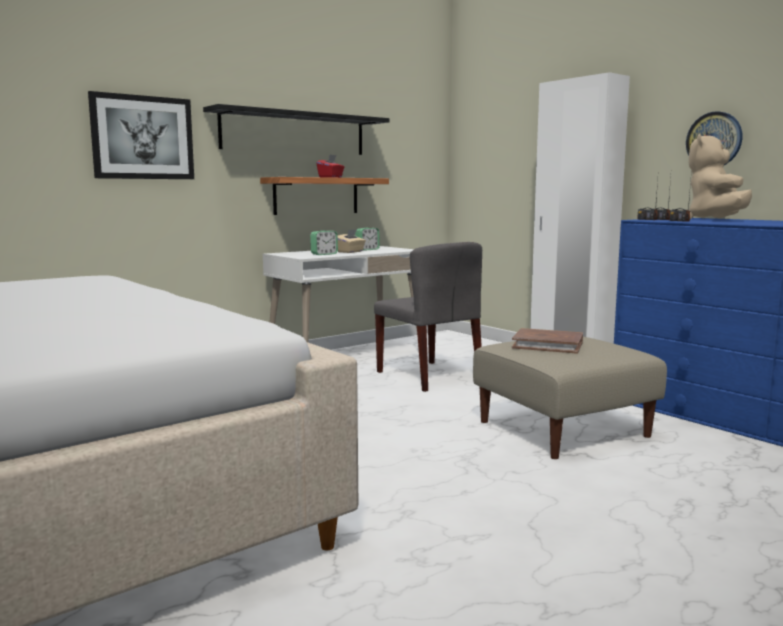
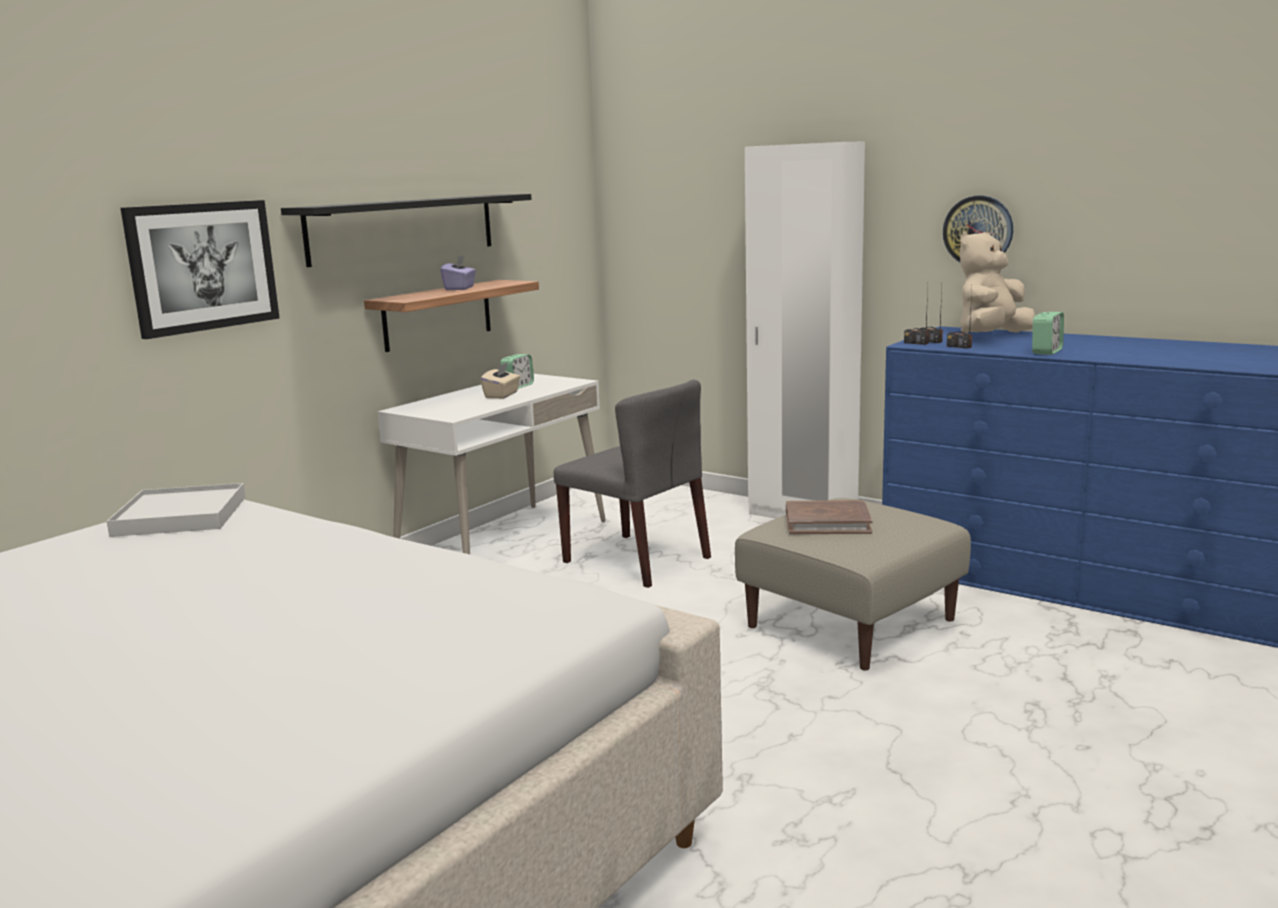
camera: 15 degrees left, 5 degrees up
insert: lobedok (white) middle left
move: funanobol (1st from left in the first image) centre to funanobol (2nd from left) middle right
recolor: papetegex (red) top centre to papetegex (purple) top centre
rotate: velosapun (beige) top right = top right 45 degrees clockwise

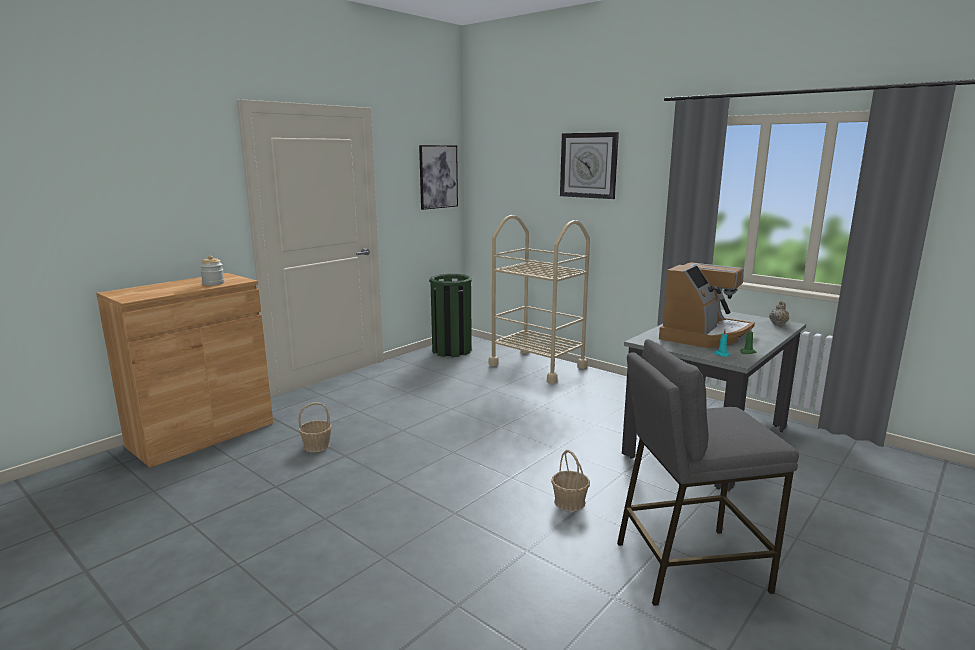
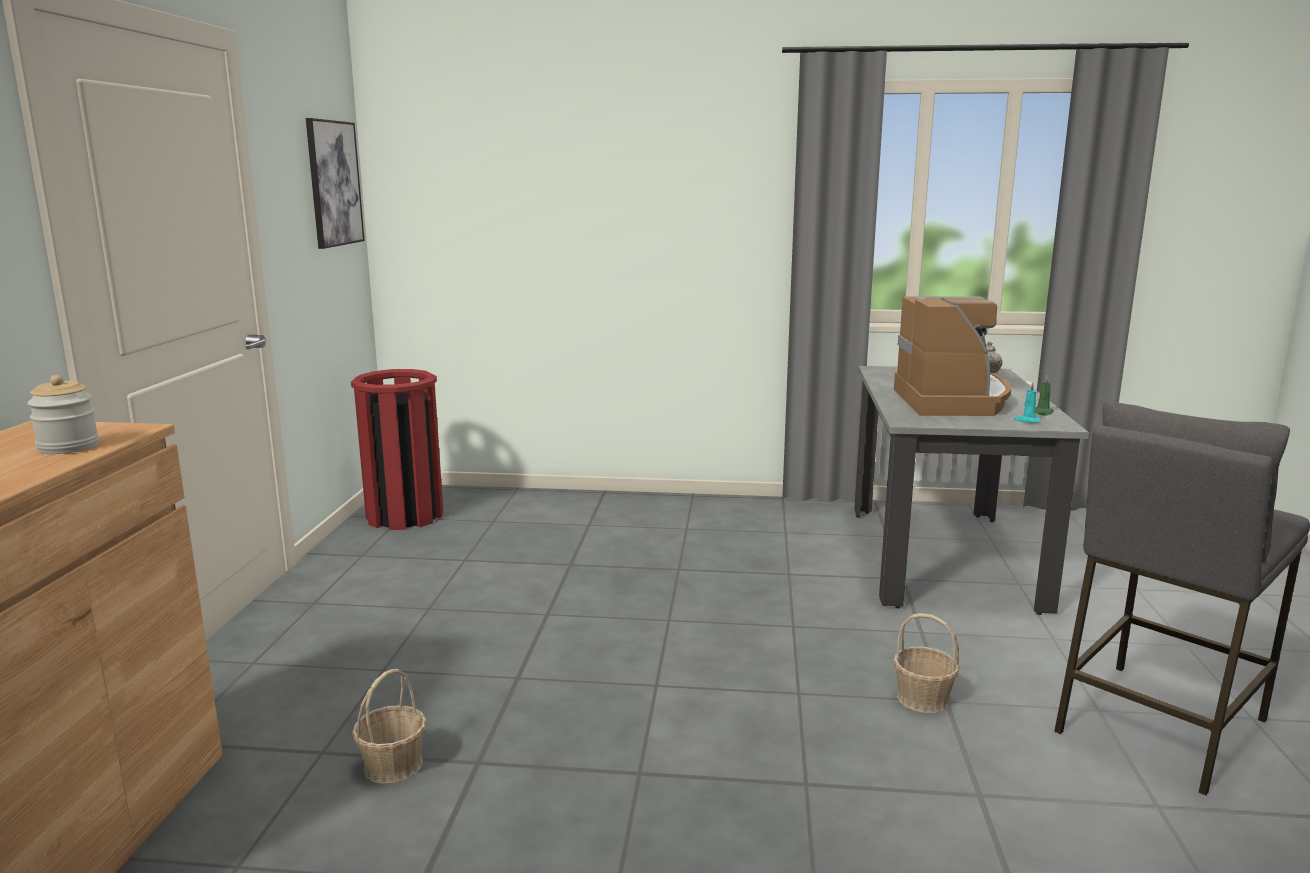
camera: 35 degrees left, 0 degrees up
delete: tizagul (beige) centre; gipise top centre
recolor: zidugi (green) centre to zidugi (red) middle left

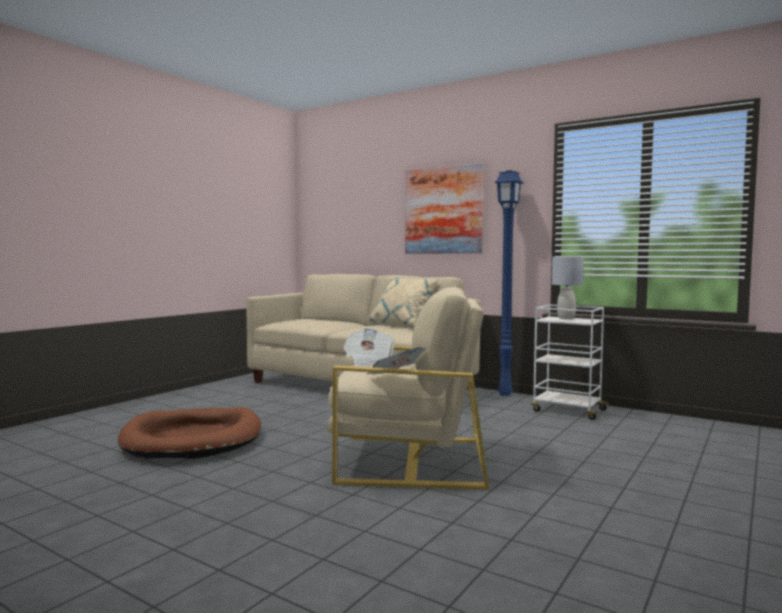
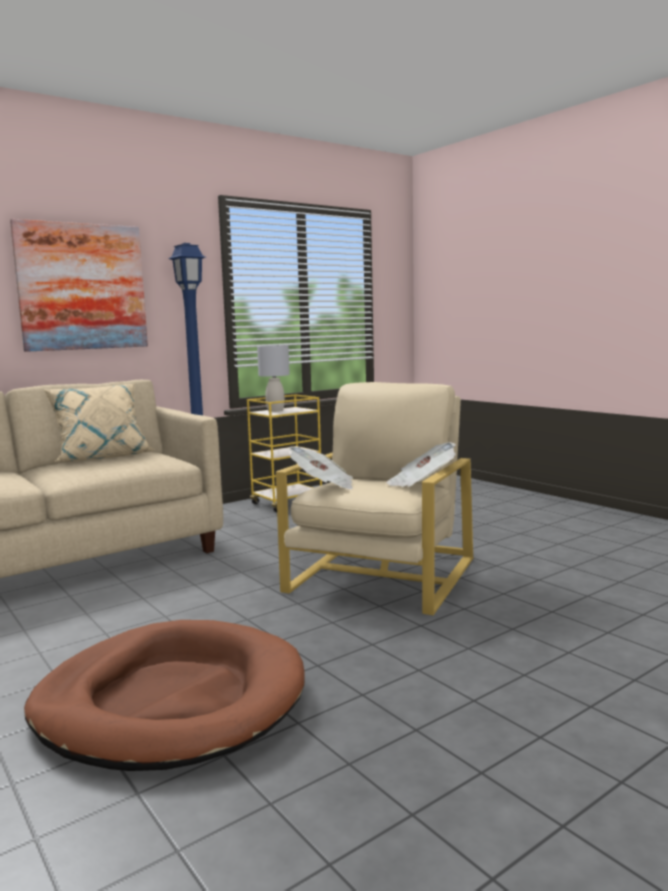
camera: 70 degrees left, 5 degrees up
recolor: tizagul (white) middle right to tizagul (yellow) centre

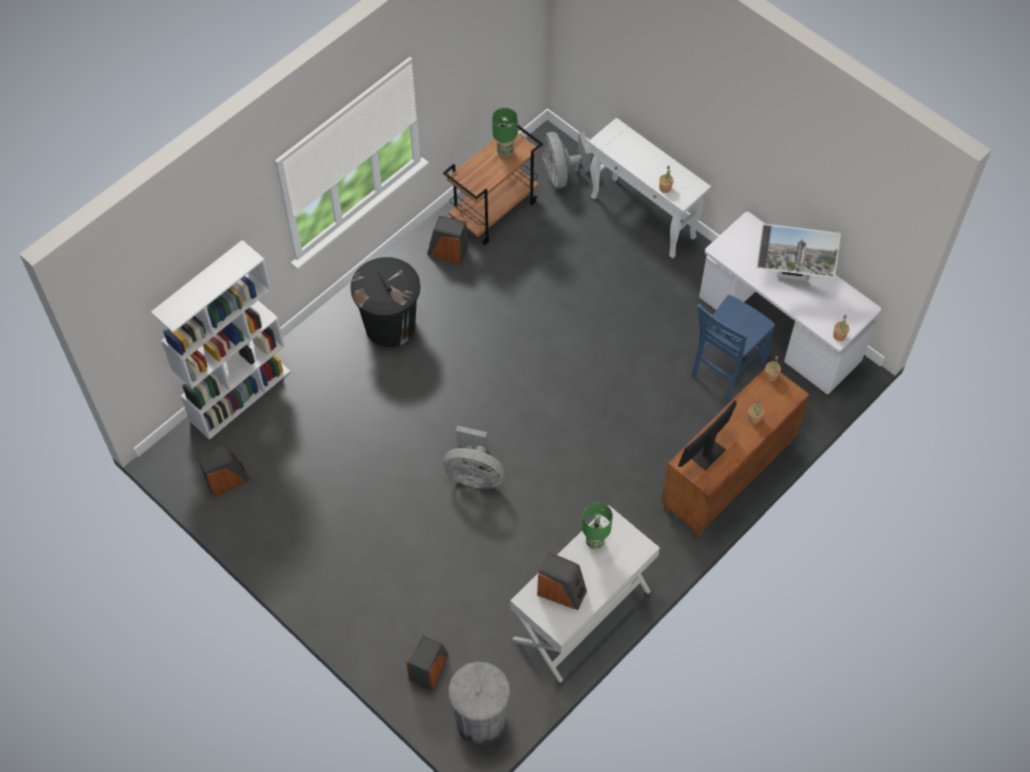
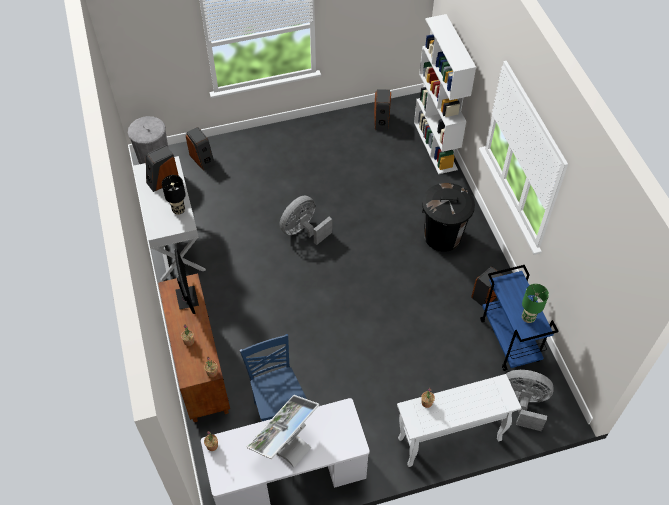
camera: 120 degrees right, 5 degrees down
recolor: tizagul (brown) top centre to tizagul (blue) middle right; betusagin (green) (2nd from left) bottom centre to betusagin (black) middle left

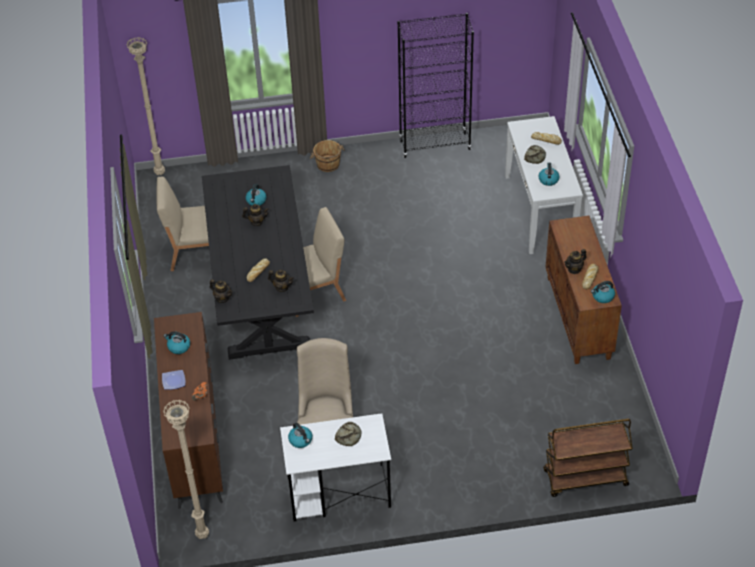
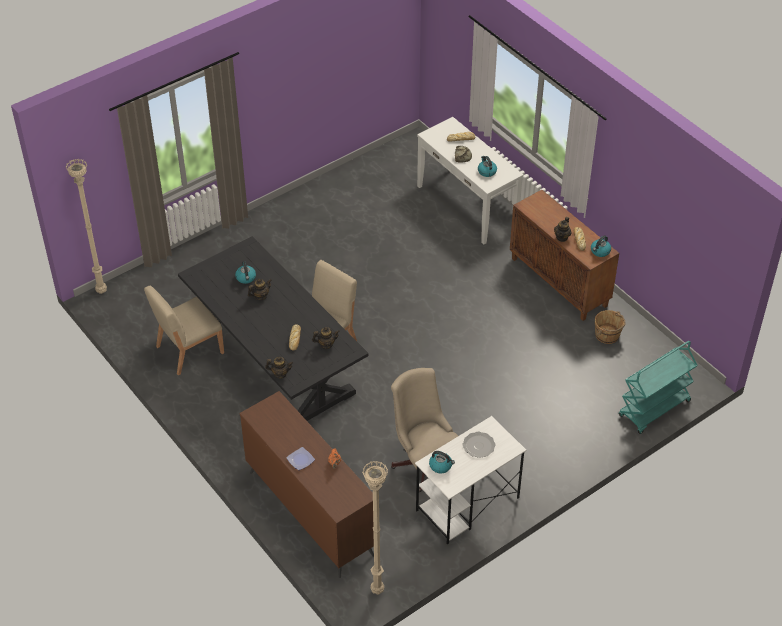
camera: 30 degrees left, 0 degrees up
delete: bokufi (1st from left) middle left; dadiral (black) top centre
move: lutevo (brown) top centre to middle right
replace: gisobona (2nd from left) bottom centre to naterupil (2nd from left) bottom centre
recolor: tizagul (brown) bottom right to tizagul (turquoise) middle right

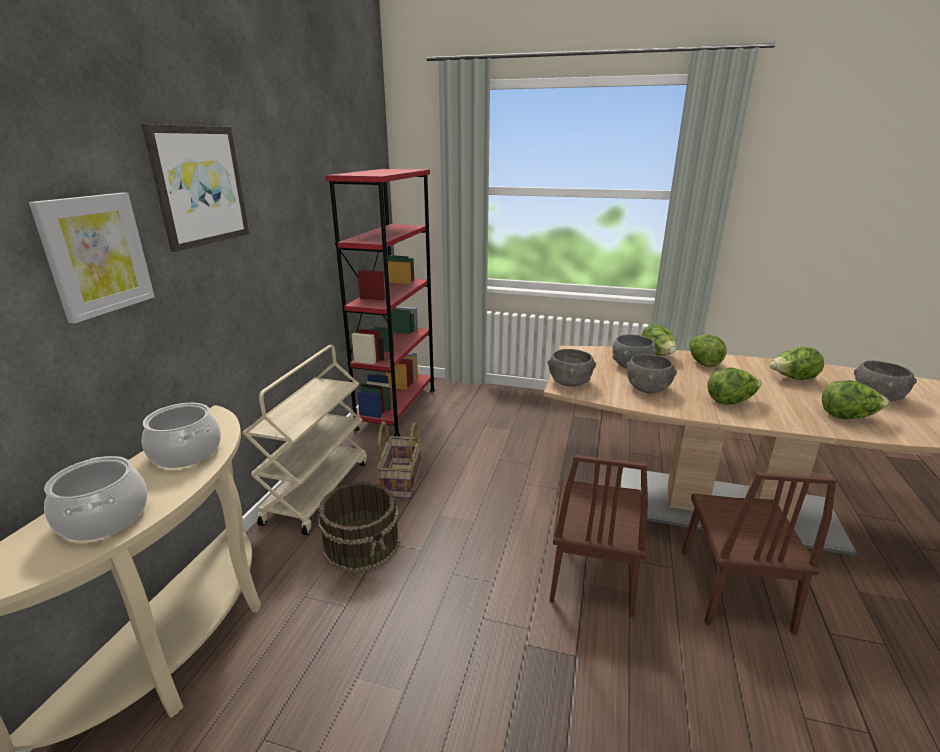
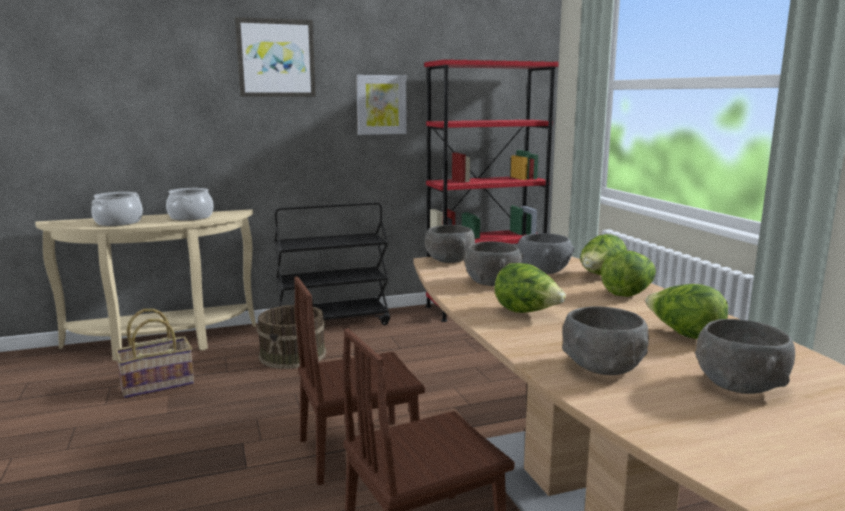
camera: 55 degrees right, 10 degrees down
move: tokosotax (1st from left in the first image) middle left to tokosotax (2nd from left) top centre; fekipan centre to bottom left
replace: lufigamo (5th from left) middle right to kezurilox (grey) (4th from left) middle right
recolor: tizagul (beige) middle left to tizagul (black) centre

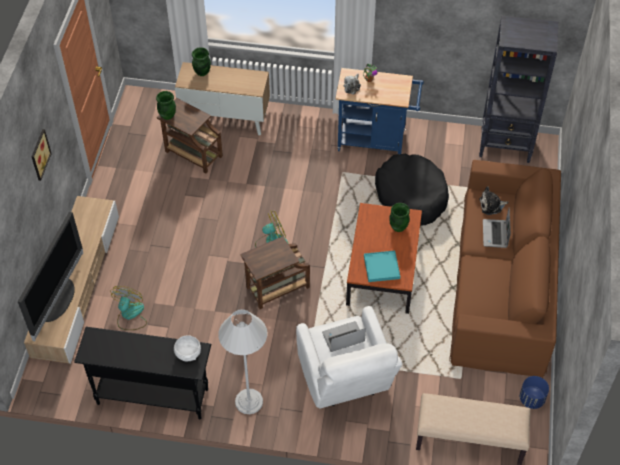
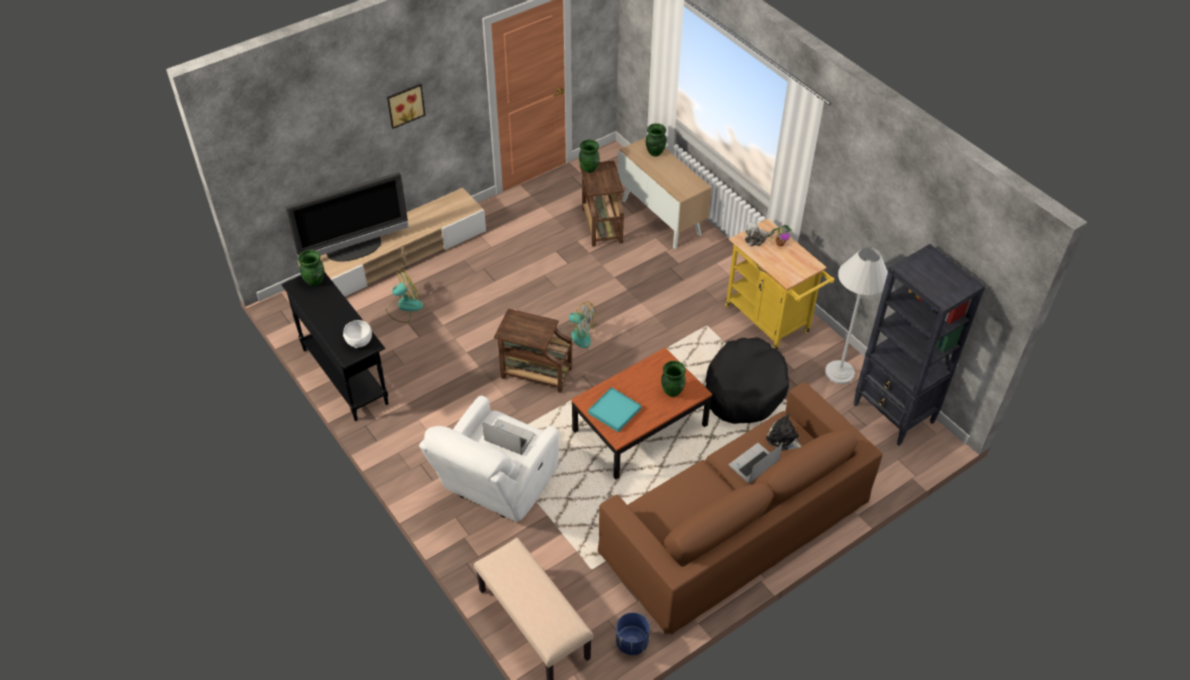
camera: 45 degrees right, 5 degrees down
insert: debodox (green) (1st from left) middle left
move: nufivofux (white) bottom centre to middle right
recolor: tizagul (blue) top centre to tizagul (yellow) centre

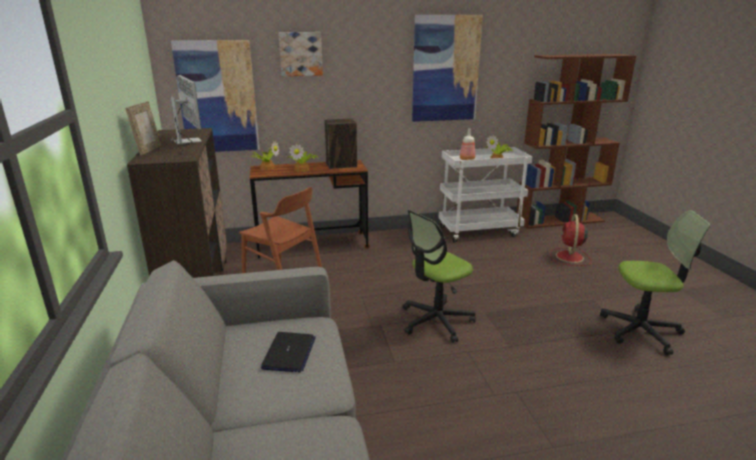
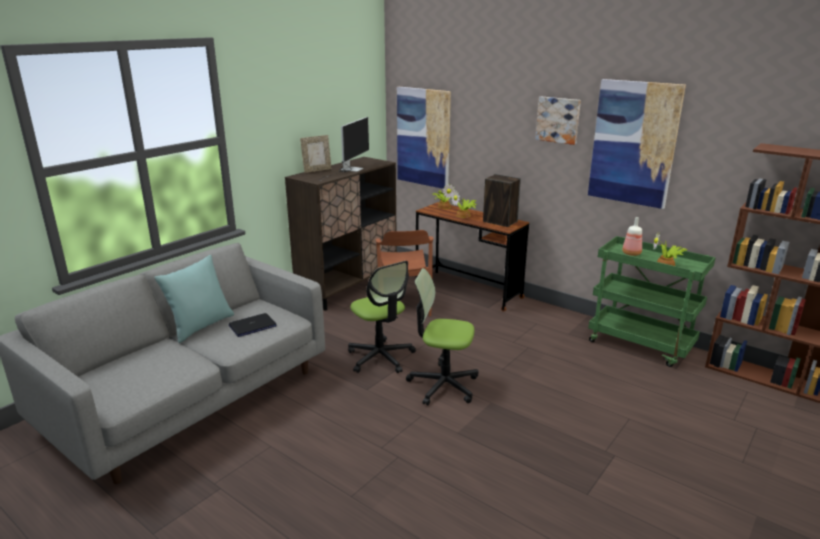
camera: 50 degrees right, 0 degrees up
delete: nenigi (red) middle right
insert: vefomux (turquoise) middle left
move: tokosotax (2nd from left) top centre to top right; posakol (2nd from left in the first image) middle right to posakol (1st from left) centre
recolor: tizagul (white) centre to tizagul (green) middle right

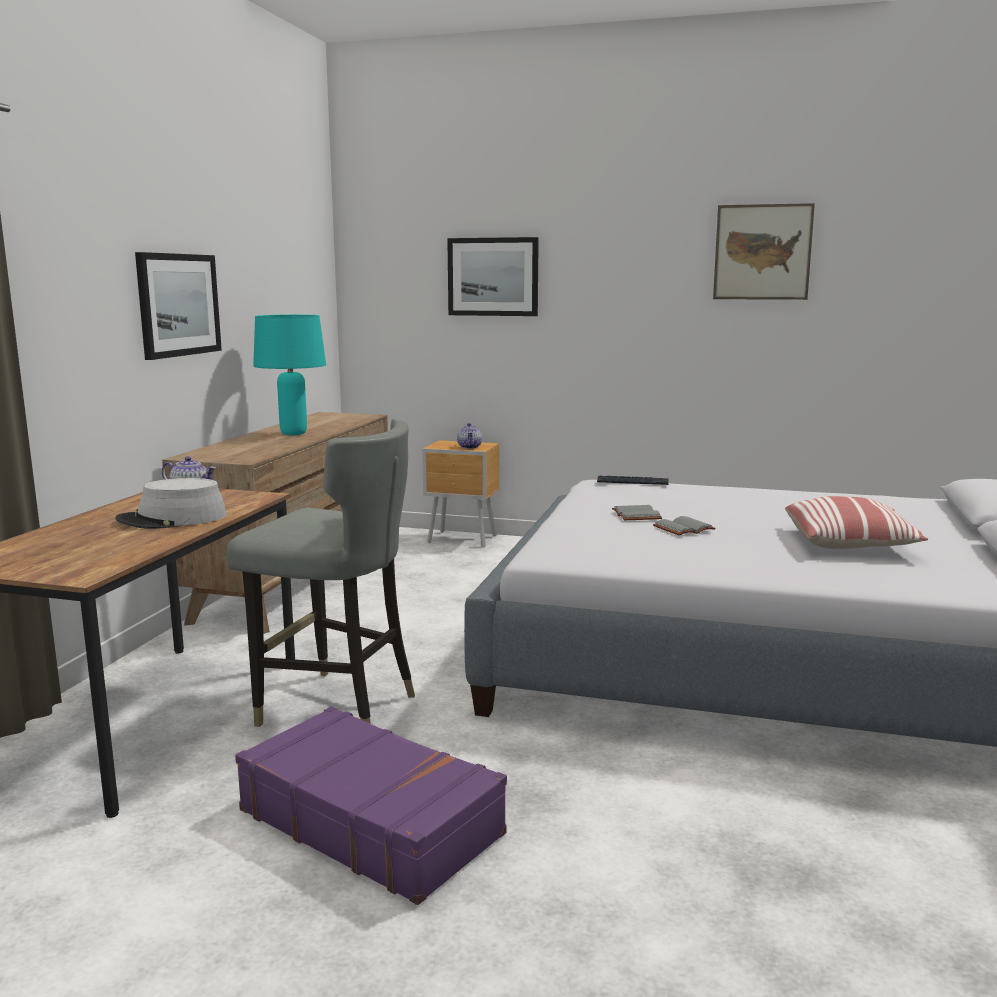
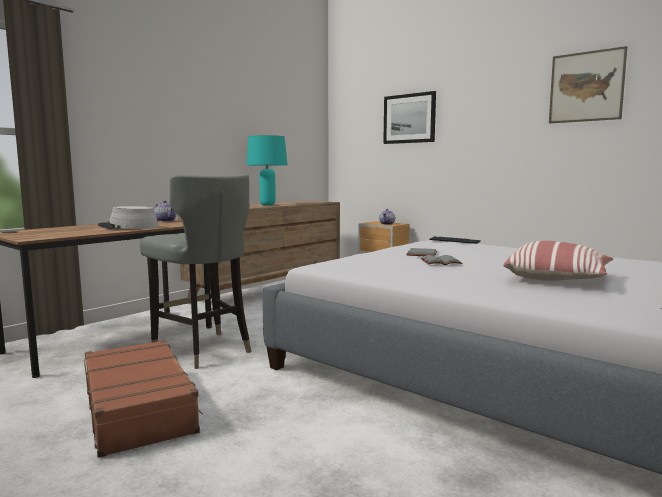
camera: 25 degrees right, 5 degrees down
delete: tokosotax (1st from left) top left
recolor: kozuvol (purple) bottom centre to kozuvol (brown) bottom left

